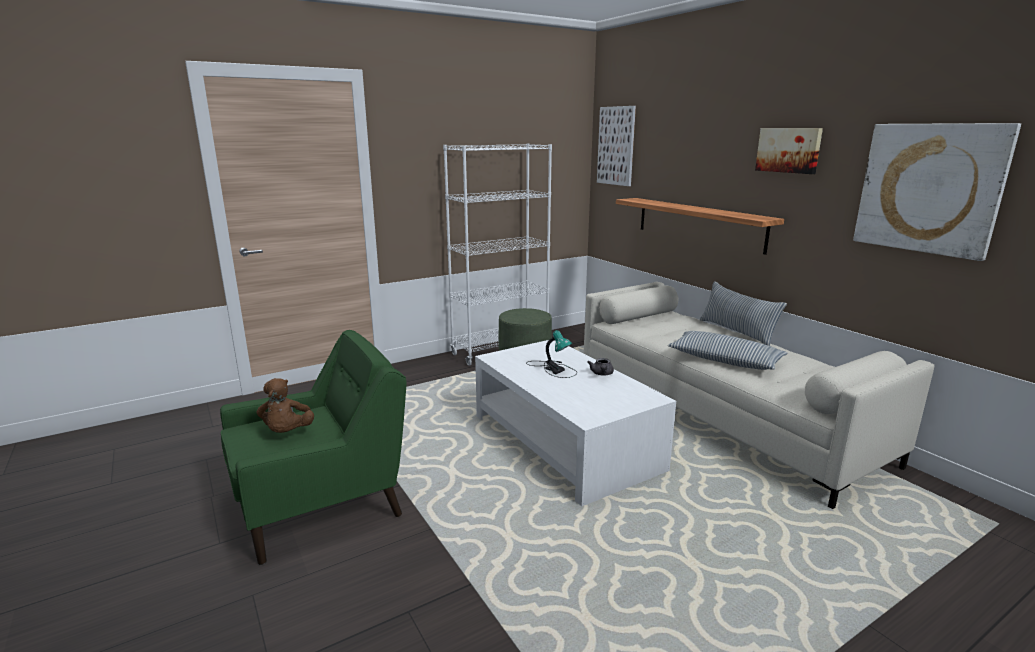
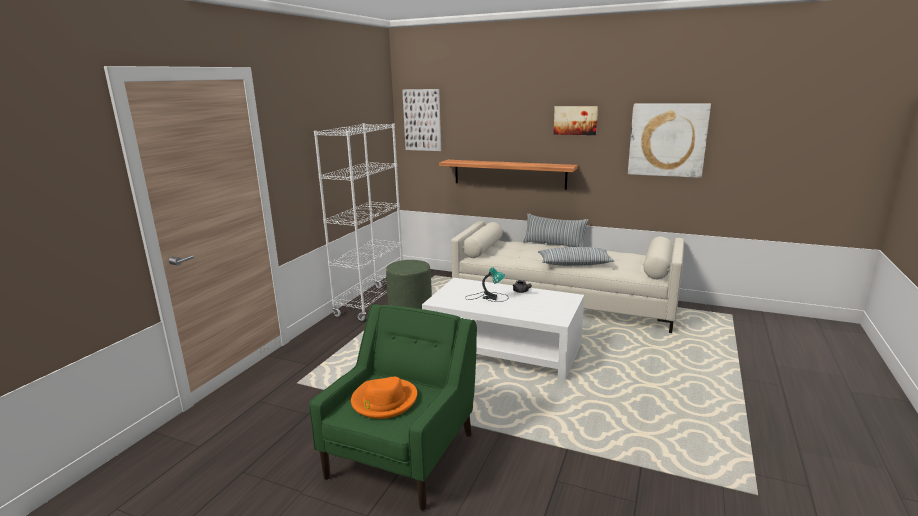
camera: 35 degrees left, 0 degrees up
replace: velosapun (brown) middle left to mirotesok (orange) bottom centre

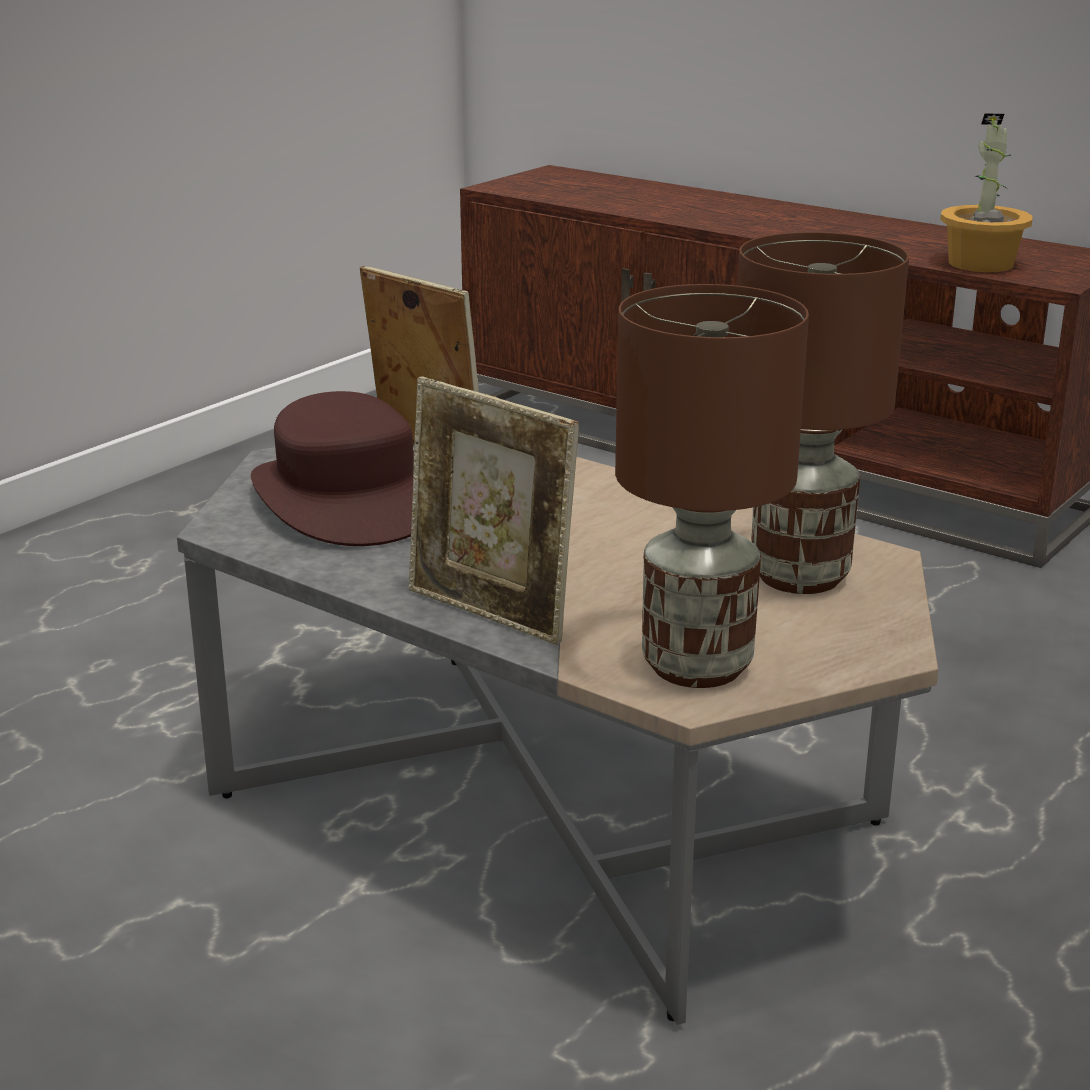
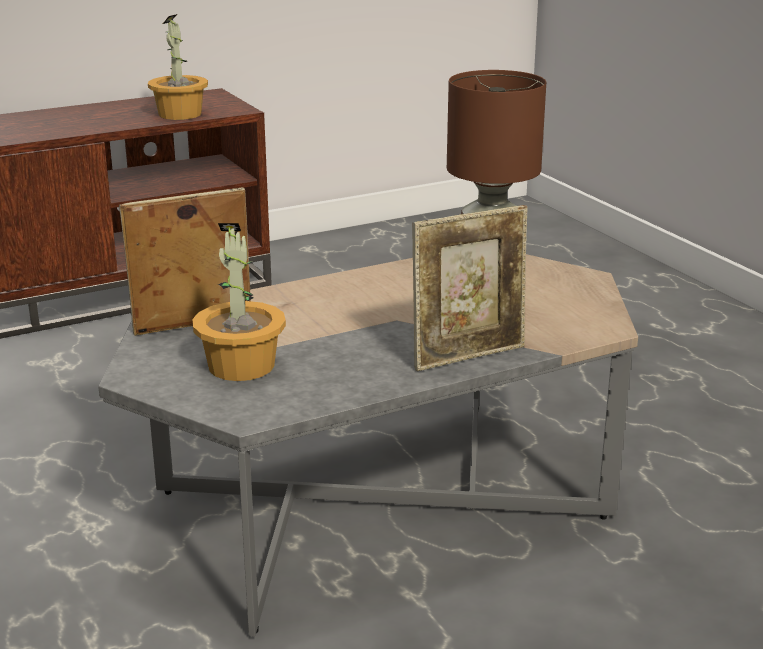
camera: 65 degrees left, 0 degrees up
delete: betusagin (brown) (1st from left) centre
replace: mirotesok (brown) middle left to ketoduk (2nd from left) middle left

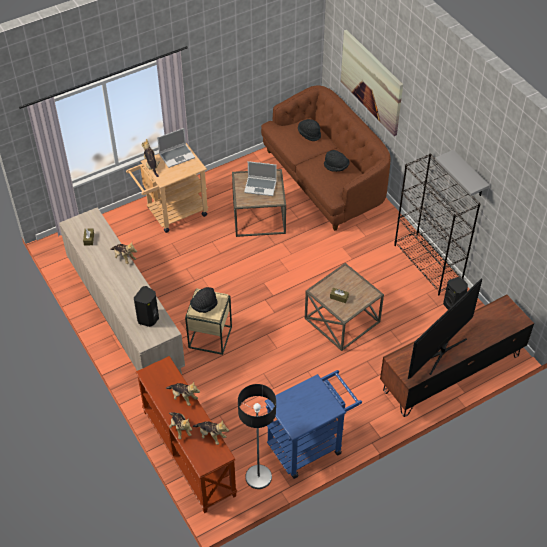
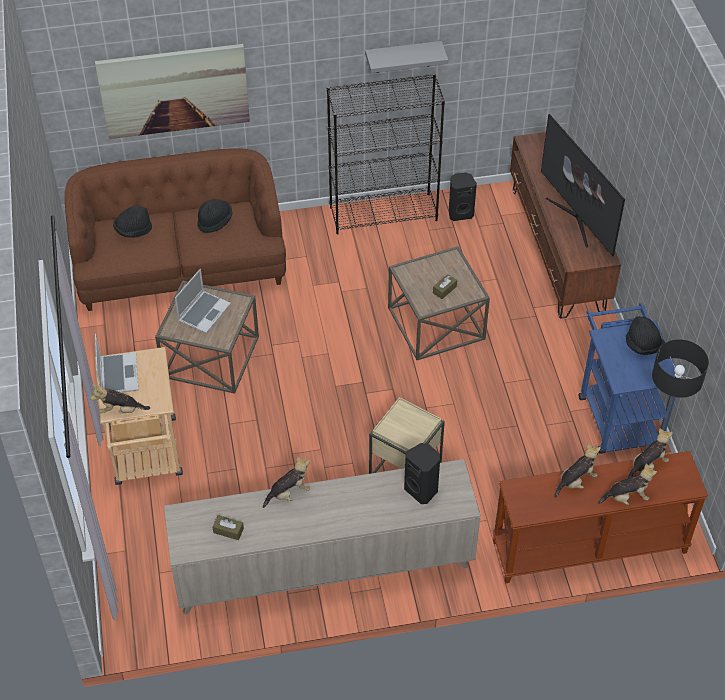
camera: 70 degrees left, 0 degrees up
move: mirotesok (black) (1st from left in the first image) centre to mirotesok (black) (3rd from left) middle right

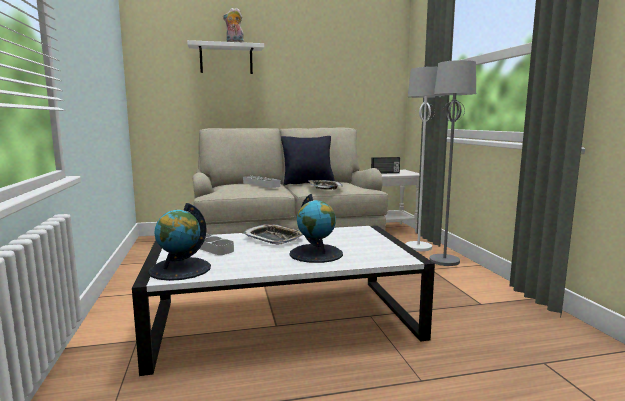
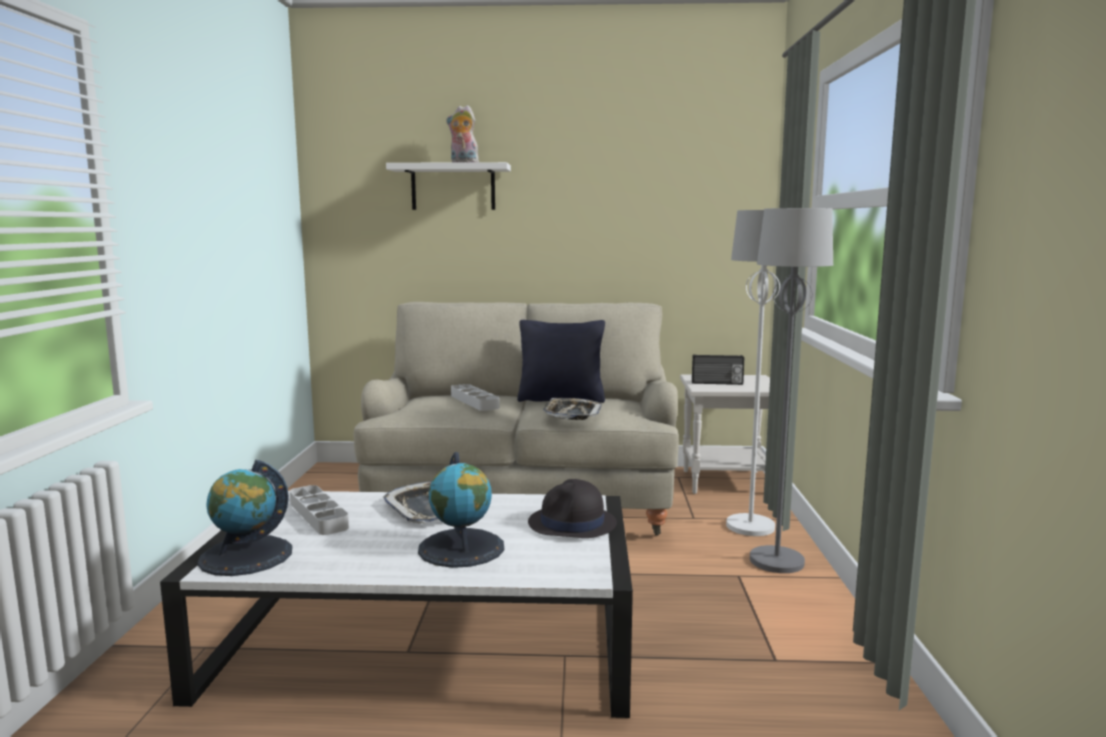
camera: 15 degrees right, 0 degrees up
insert: mirotesok (black) bottom centre

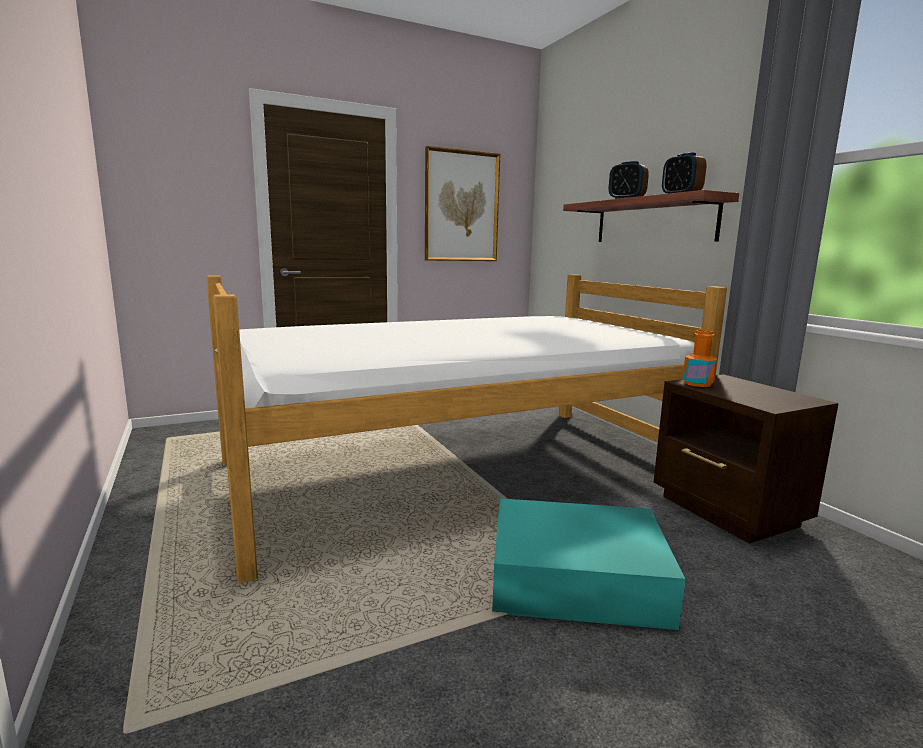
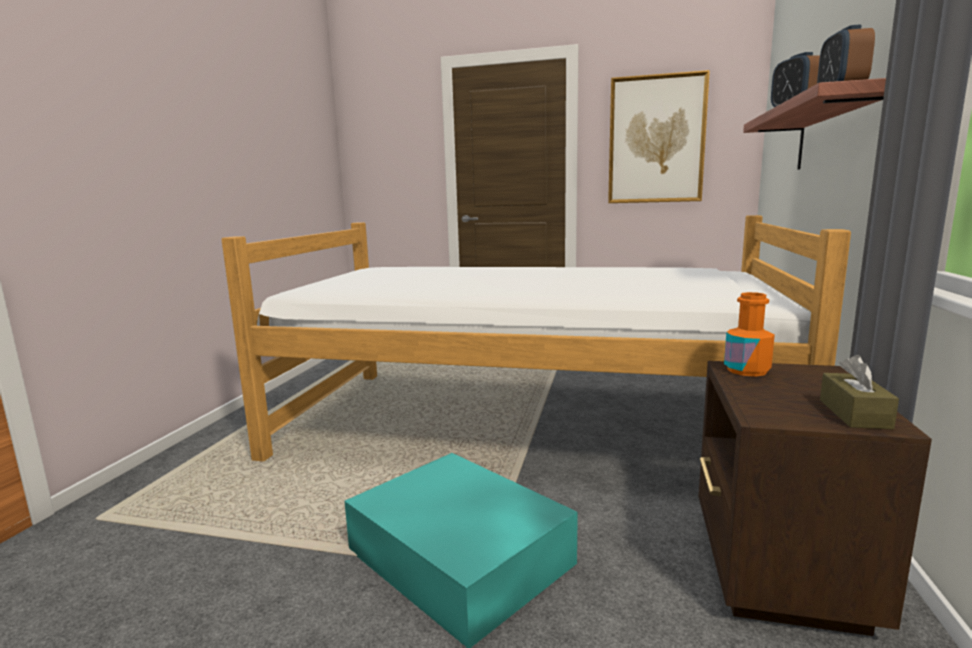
camera: 40 degrees right, 0 degrees up
insert: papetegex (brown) middle right

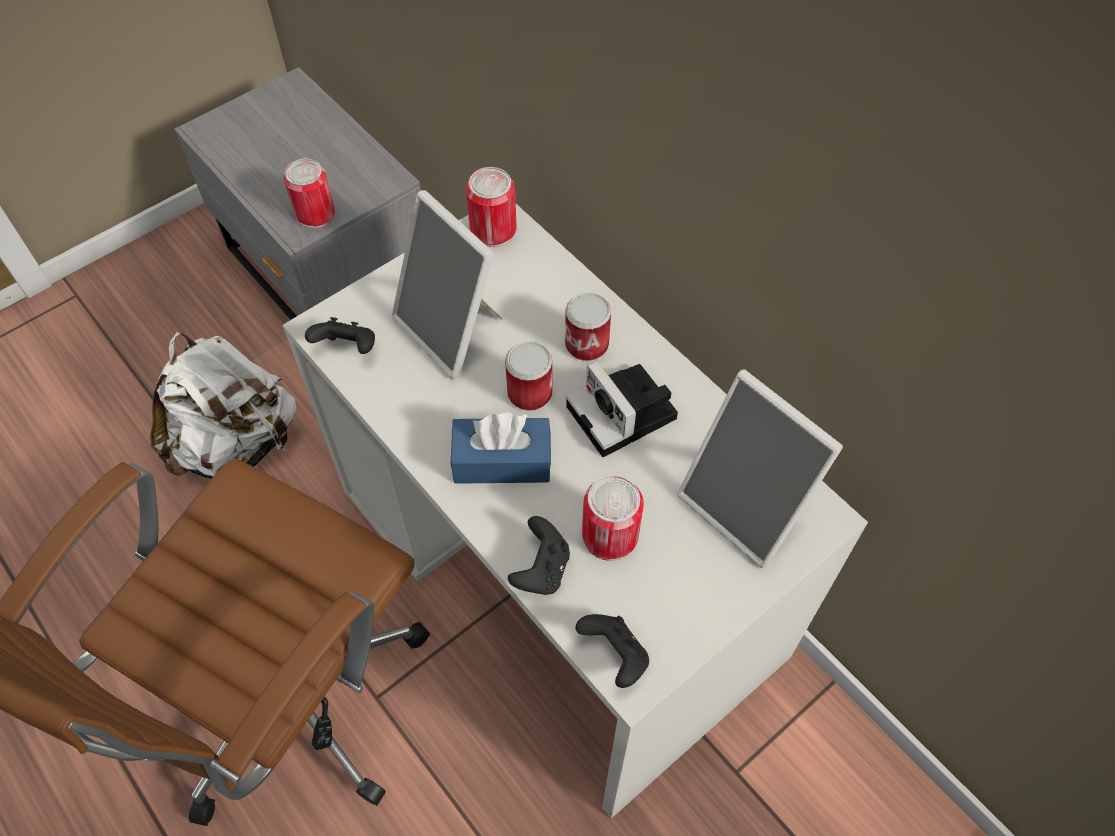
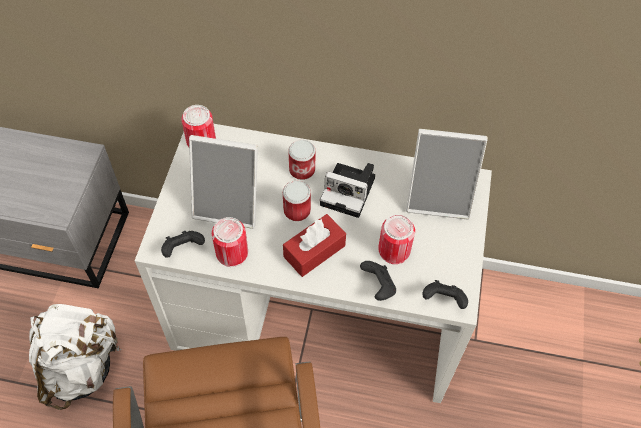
camera: 40 degrees left, 0 degrees up
move: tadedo (1st from left in the first image) top left to tadedo (2nd from left) centre
recolor: papetegex (blue) centre to papetegex (red) centre

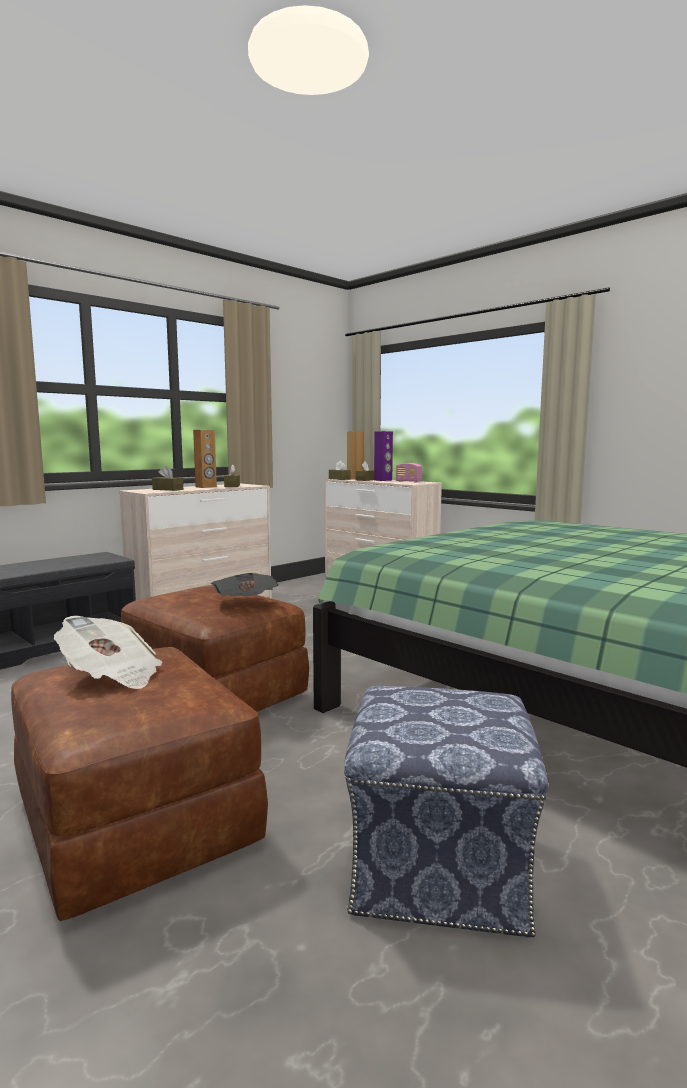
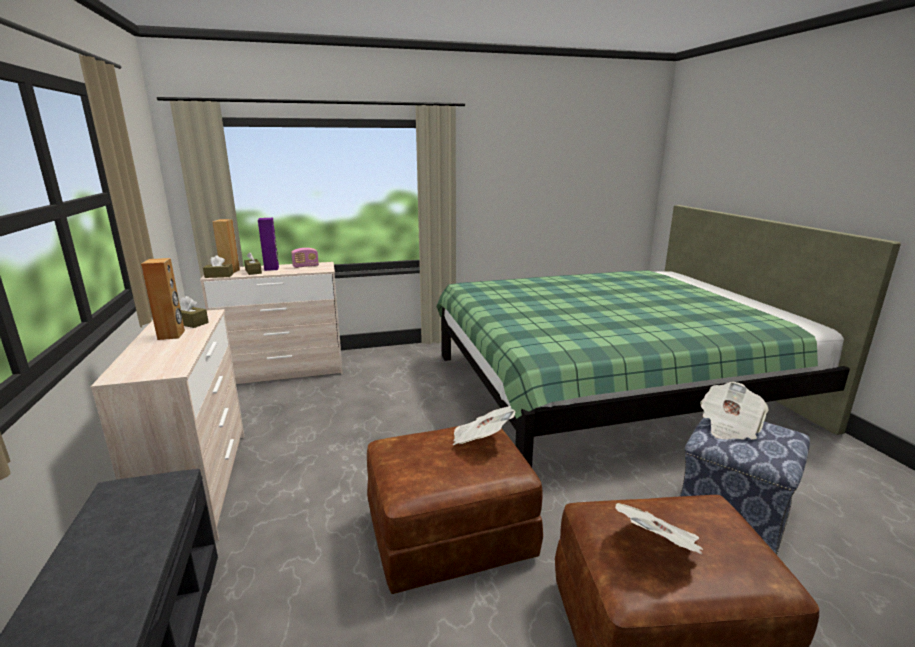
camera: 60 degrees left, 10 degrees up
delete: papetegex (brown) (1st from left) middle left
insert: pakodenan (3rd from left) middle right

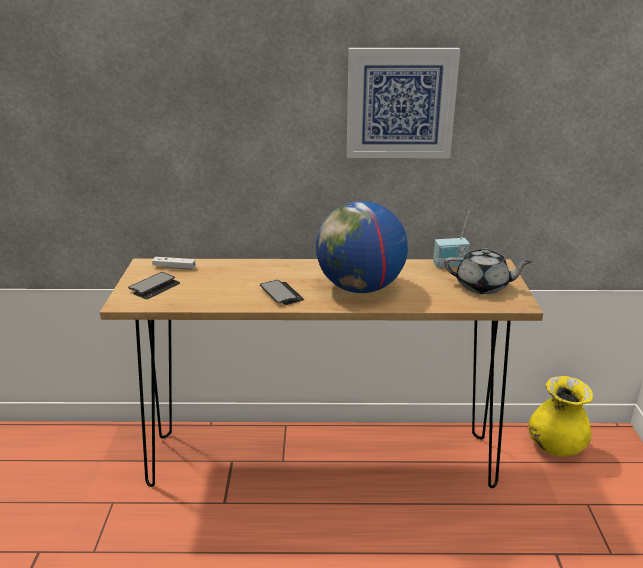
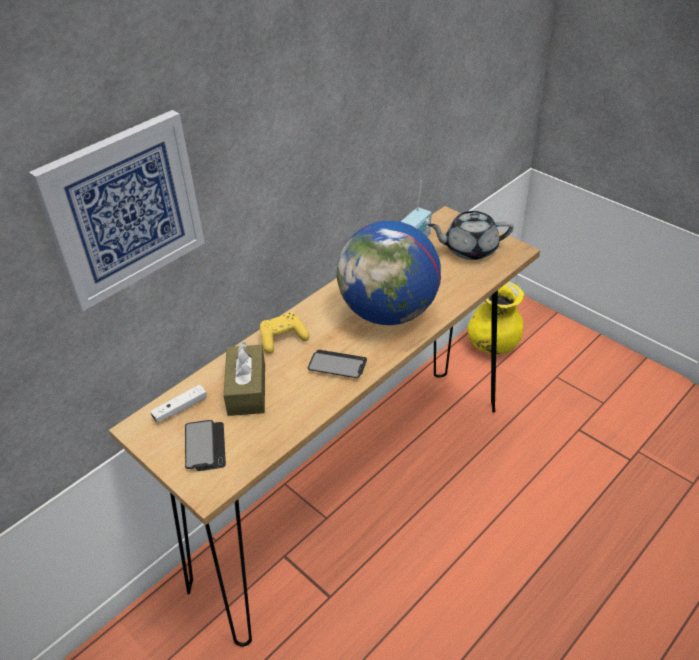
camera: 45 degrees left, 15 degrees up
insert: papetegex (brown) centre; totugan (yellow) centre
move: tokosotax top centre to top left
rotate: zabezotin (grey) middle right = middle right 150 degrees counterclockwise

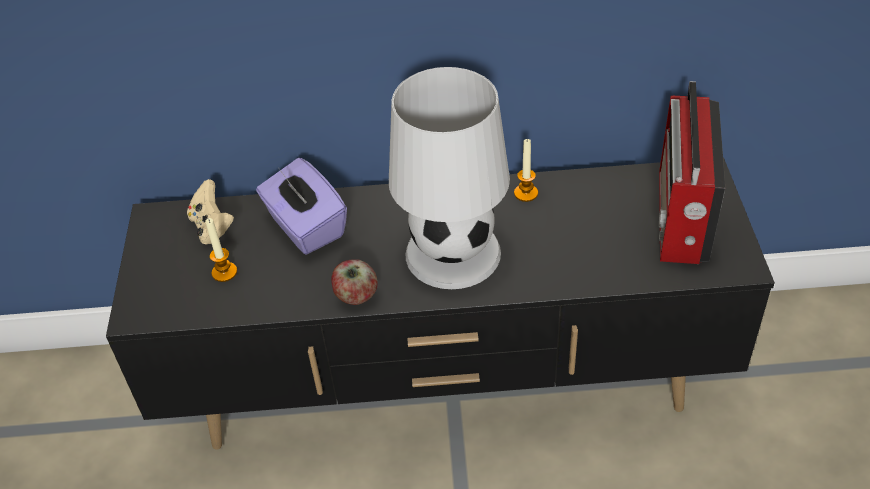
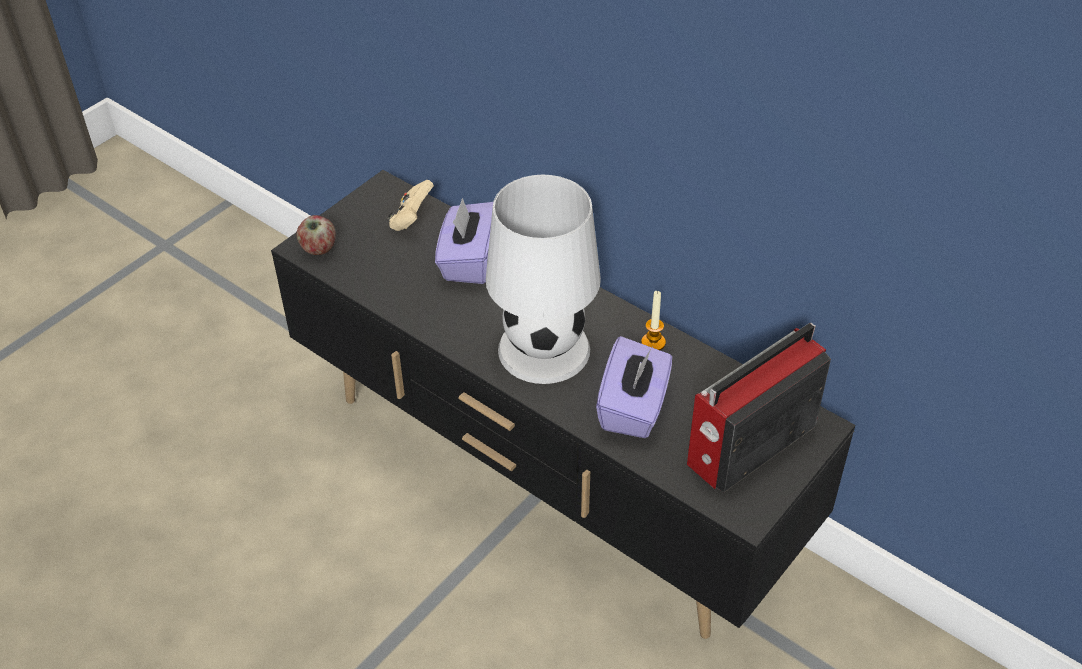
camera: 40 degrees right, 0 degrees up
delete: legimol (1st from left) middle left
insert: papetegex (purple) (2nd from left) centre
move: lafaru centre to middle left

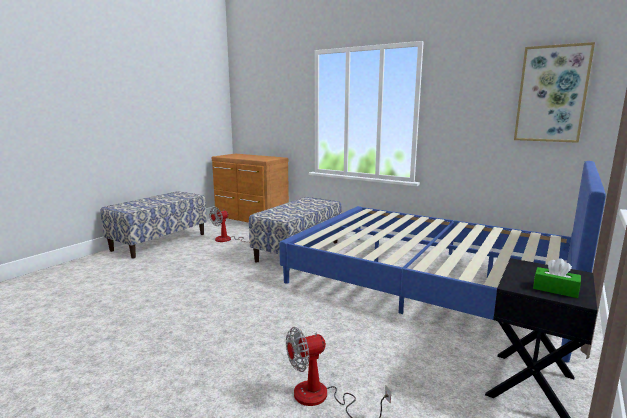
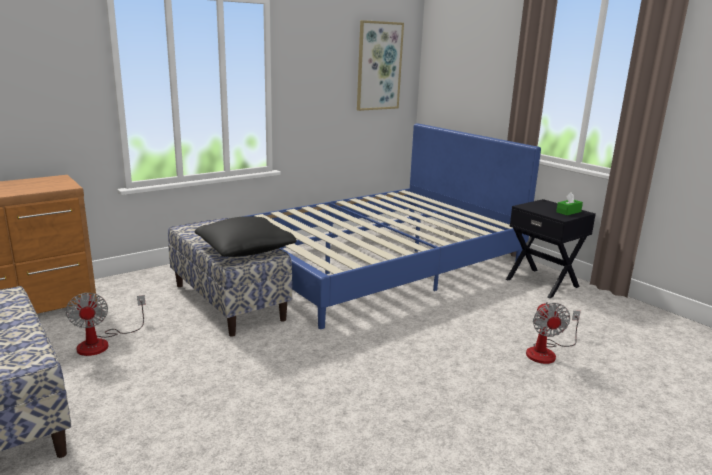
camera: 70 degrees left, 5 degrees up
insert: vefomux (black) centre

